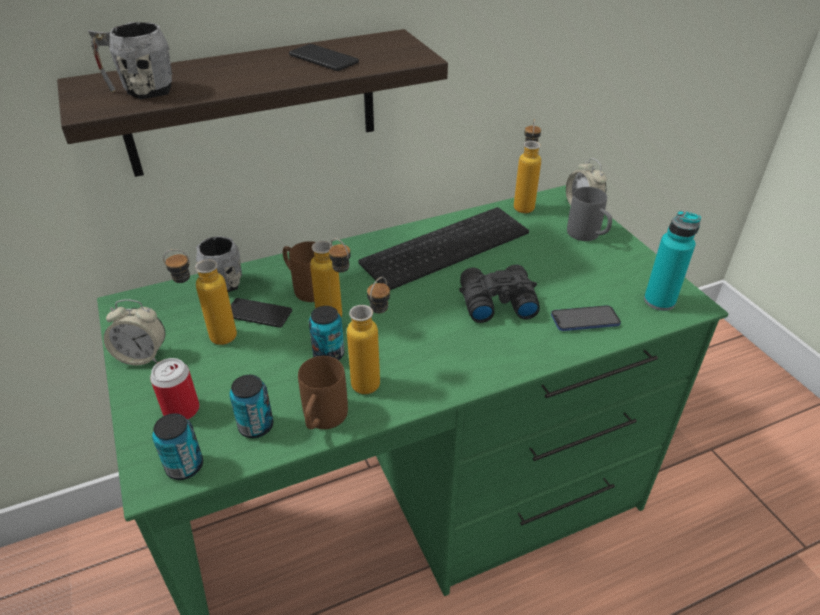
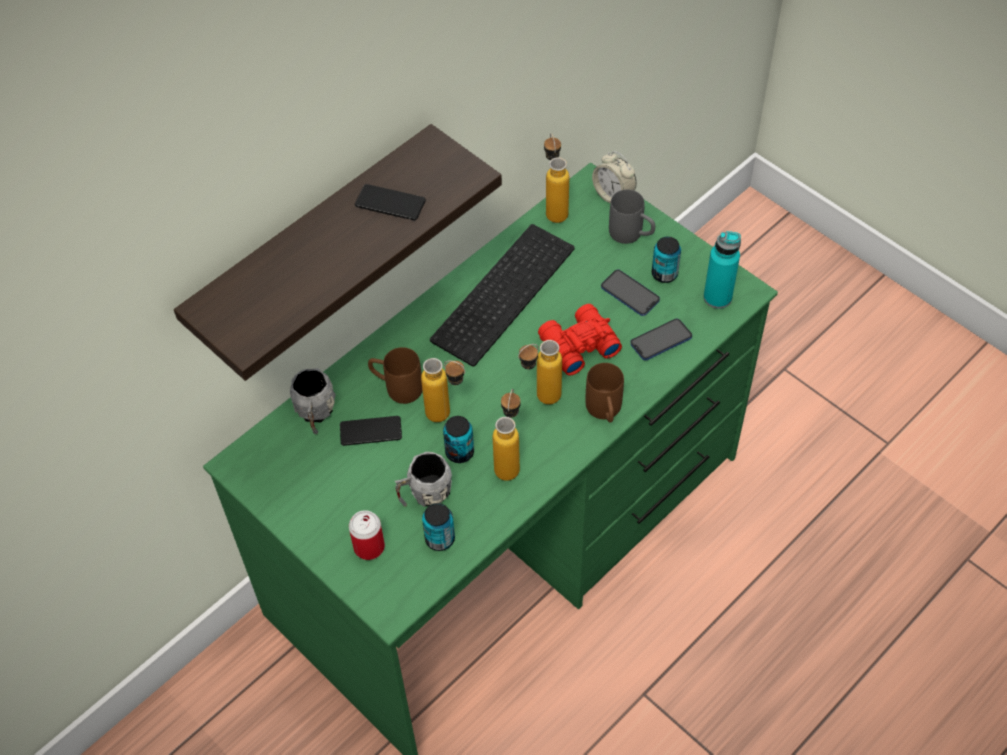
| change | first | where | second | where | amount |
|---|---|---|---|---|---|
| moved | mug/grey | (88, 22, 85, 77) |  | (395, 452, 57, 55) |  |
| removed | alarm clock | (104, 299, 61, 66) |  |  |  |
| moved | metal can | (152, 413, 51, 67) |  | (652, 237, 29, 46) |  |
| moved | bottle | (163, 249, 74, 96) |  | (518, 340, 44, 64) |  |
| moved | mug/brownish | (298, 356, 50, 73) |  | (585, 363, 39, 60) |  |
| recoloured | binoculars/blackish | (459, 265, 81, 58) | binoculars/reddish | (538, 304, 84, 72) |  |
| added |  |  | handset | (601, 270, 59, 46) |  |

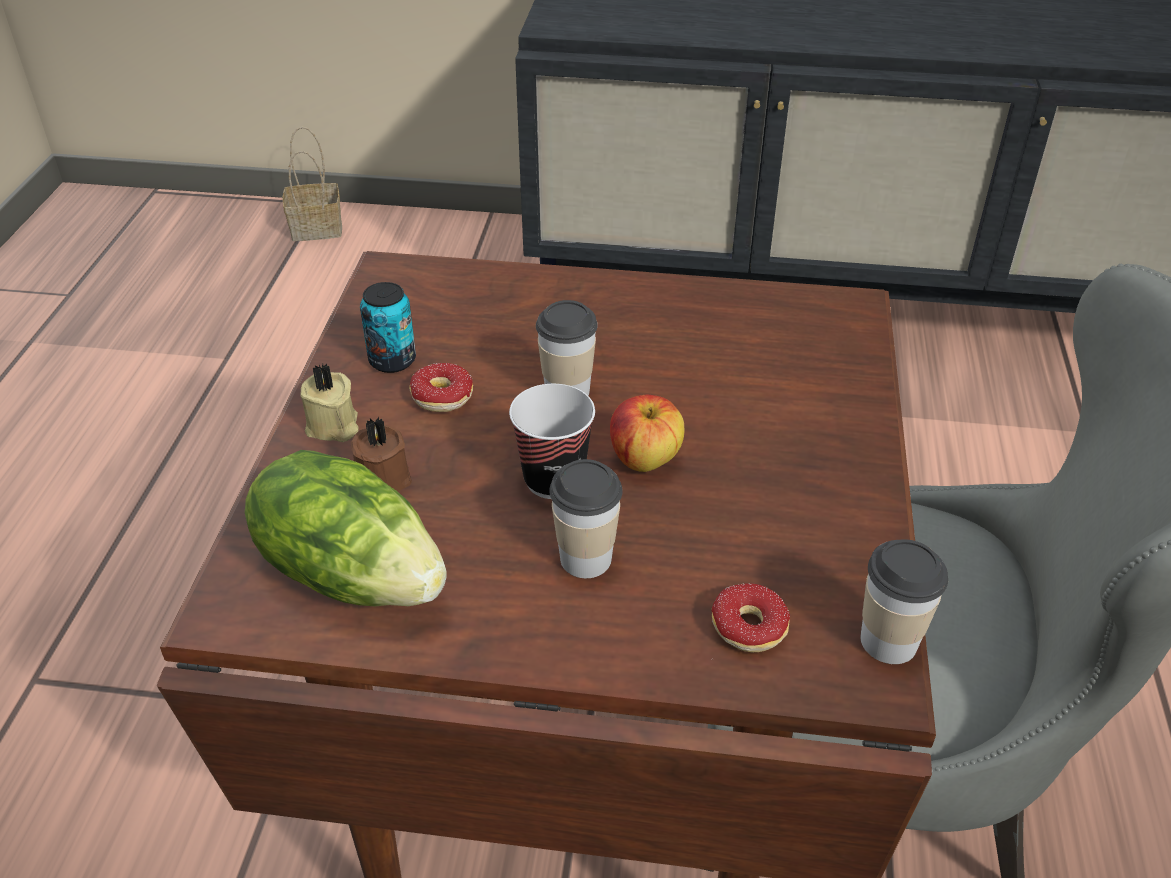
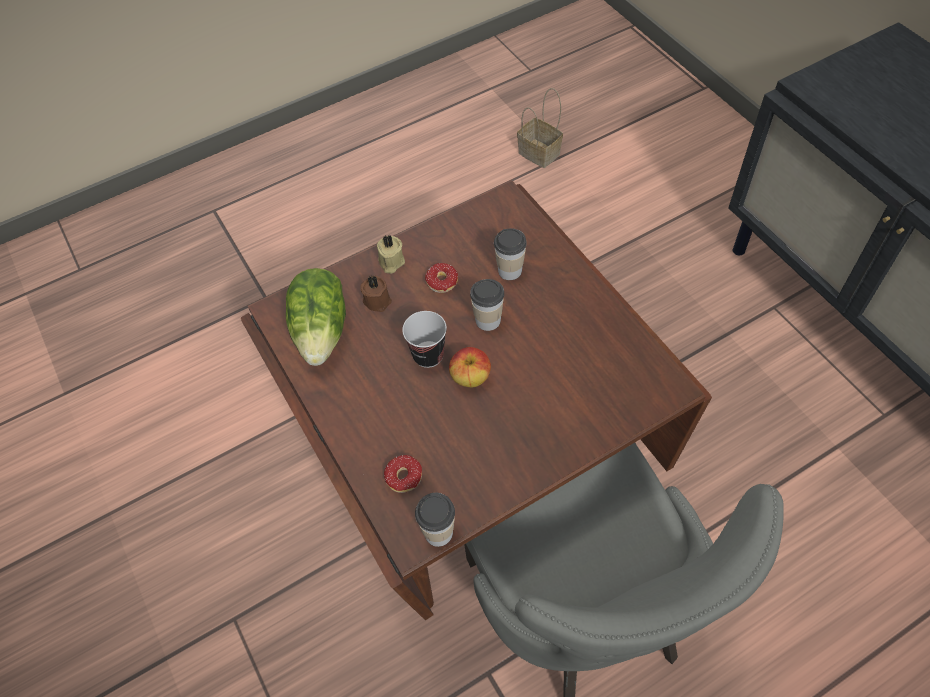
| change | first | where | second | where | amount |
|---|---|---|---|---|---|
| moved | household basket | (283, 126, 59, 115) |  | (517, 88, 46, 80) |  |
| removed | metal can | (360, 282, 56, 91) |  |  |  |
| moved | cup | (549, 459, 74, 119) |  | (494, 228, 33, 52) |  |

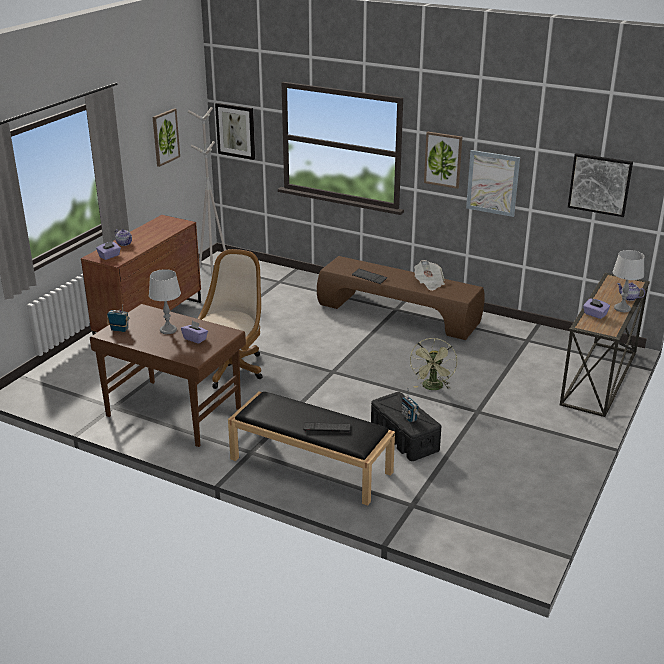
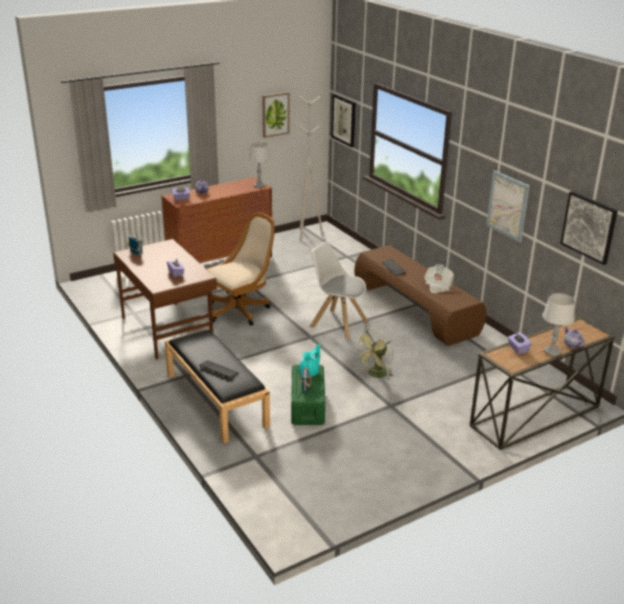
| change | first | where | second | where | amount |
|---|---|---|---|---|---|
| moved | tabletop lamp/grey | (149, 269, 32, 65) |  | (248, 142, 22, 46) |  |
| recoloured | storage bin/blackish | (371, 392, 70, 69) | storage bin/greenish | (291, 365, 34, 60) |  |
| removed | wall picture | (424, 132, 38, 57) |  |  |  |
| added |  |  | tea pot/turquoise-coloured | (299, 344, 21, 32) |  |
| added |  |  | upright chair | (310, 242, 58, 98) |  |

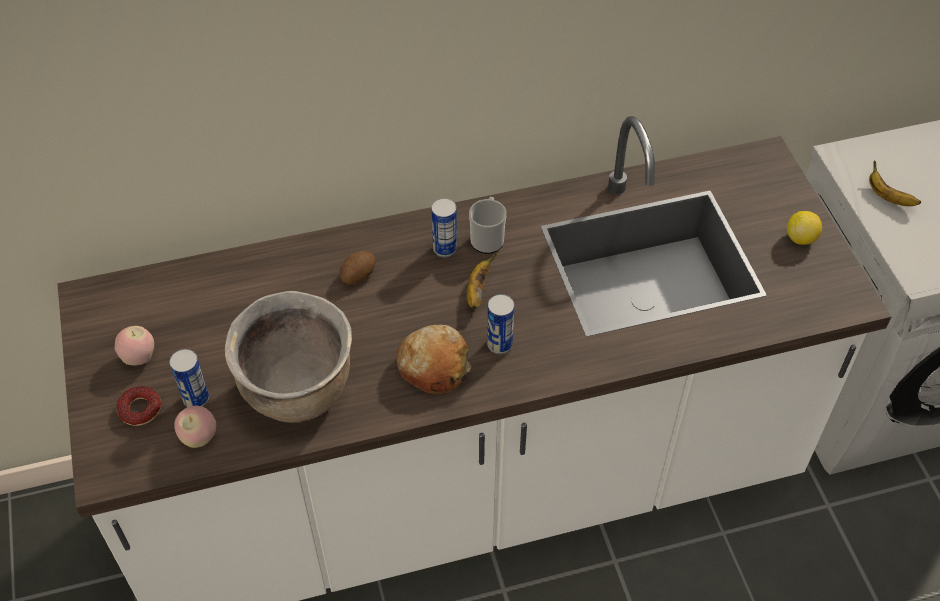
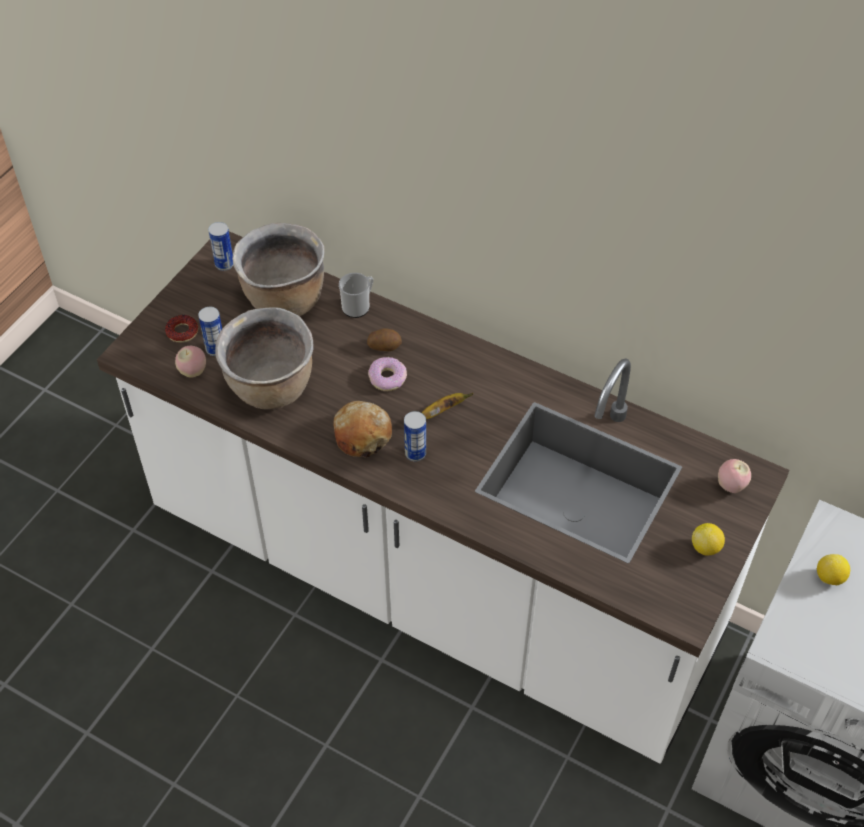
| change | first | where | second | where | amount |
|---|---|---|---|---|---|
| moved | apple | (115, 326, 39, 40) |  | (718, 459, 33, 34) |  |
| moved | metal can | (431, 198, 26, 59) |  | (208, 222, 25, 49) |  |
| moved | mug | (469, 197, 38, 57) |  | (339, 273, 35, 45) |  |
| replaced | whole banana | (869, 160, 52, 46) | whole lemon | (817, 554, 33, 31) |  |
| added |  |  | cooking pot/brownish | (232, 223, 93, 93) |  |
| added |  |  | doughnut | (368, 357, 39, 34) |  |

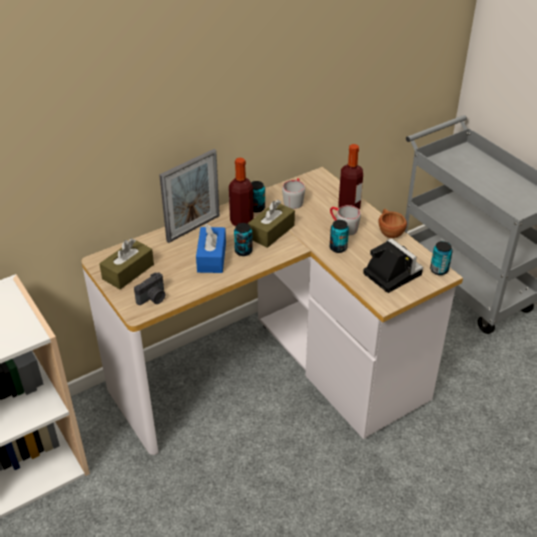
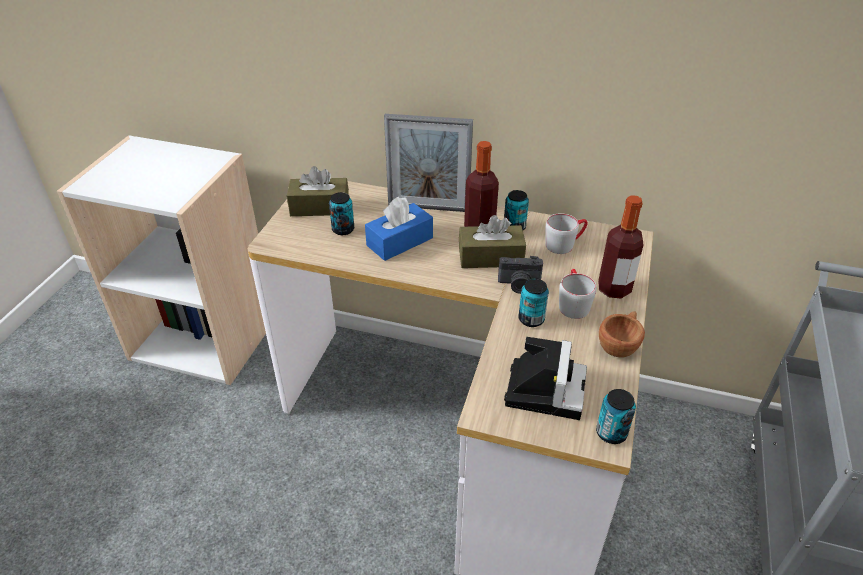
| change | first | where | second | where | amount |
|---|---|---|---|---|---|
| moved | photo camera | (134, 273, 31, 32) |  | (498, 256, 45, 38) |  |
| moved | metal can | (234, 223, 19, 33) |  | (329, 192, 25, 43) |  |

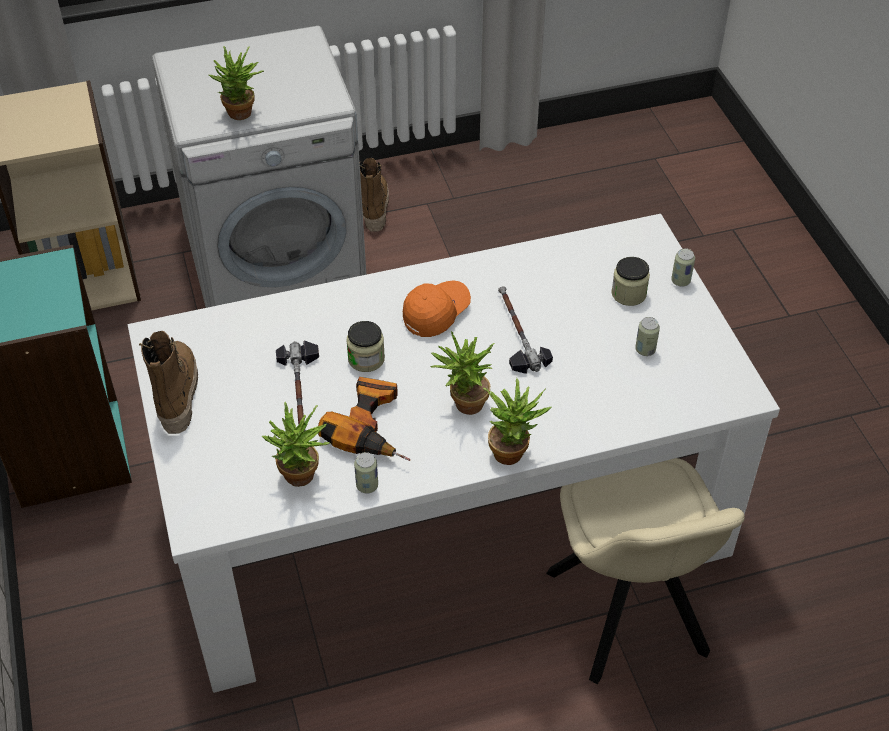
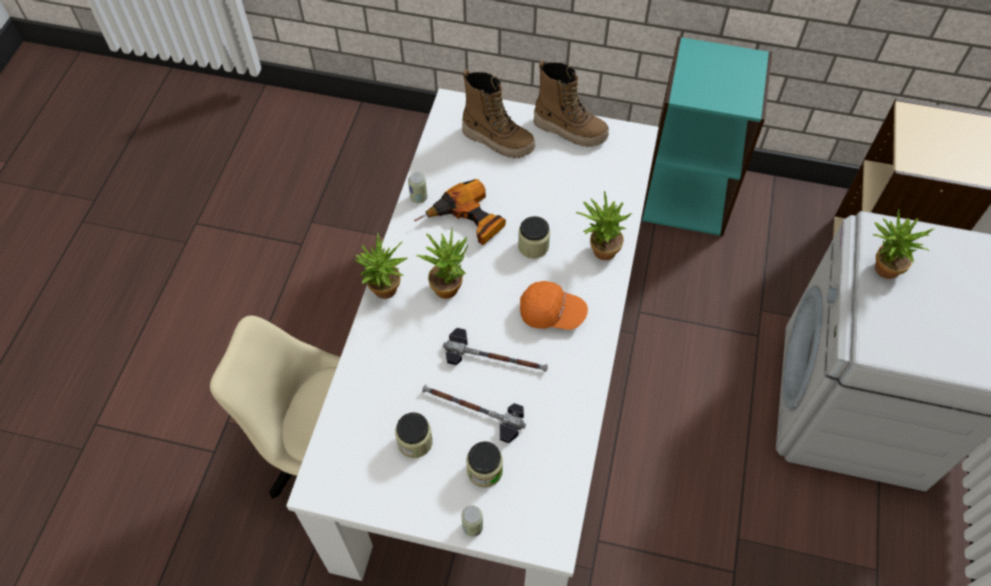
| change | first | where | second | where | amount |
|---|---|---|---|---|---|
| moved | plant in a pot | (262, 402, 68, 85) |  | (576, 191, 57, 69) |  |
| moved | tool hammer | (276, 340, 43, 92) |  | (422, 385, 104, 58) |  |
| moved | high-top boot | (360, 158, 29, 74) |  | (462, 69, 73, 89) |  |
| turned | peaked cap/orangey | (403, 280, 68, 57) |  | (520, 281, 68, 49) | 60 degrees counterclockwise |
| replaced | metal can | (635, 317, 25, 39) | jar | (395, 412, 38, 46) |  |

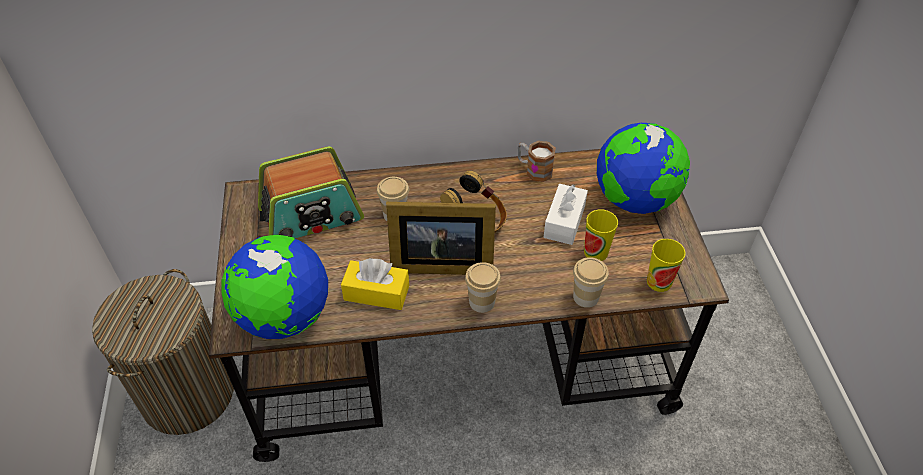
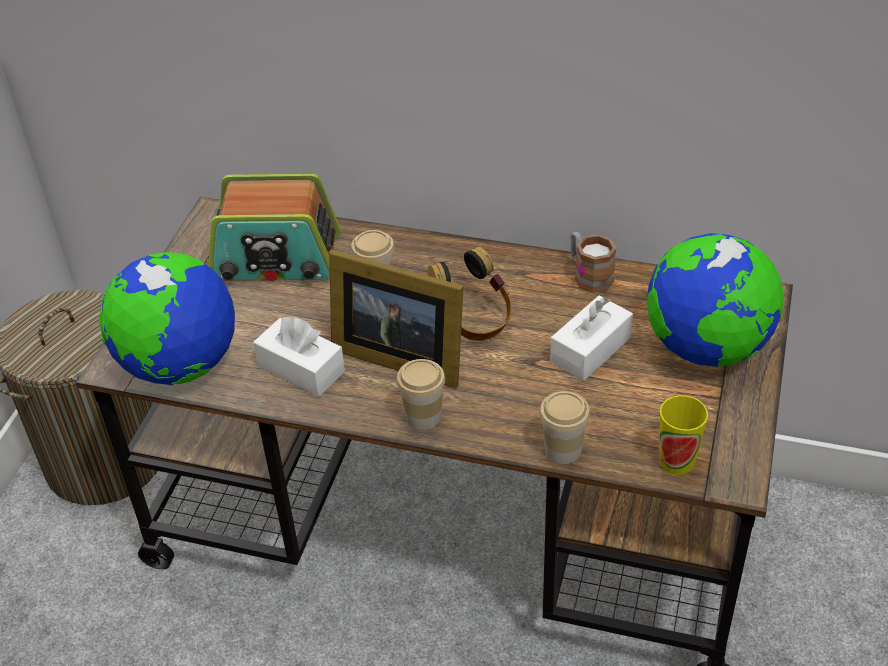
| change | first | where | second | where | amount |
|---|---|---|---|---|---|
| recoloured | tissue holder/yellow | (341, 258, 68, 52) | tissue holder/white-coloured | (253, 317, 92, 80) |  |
| removed | cup | (584, 209, 34, 52) |  |  |  |

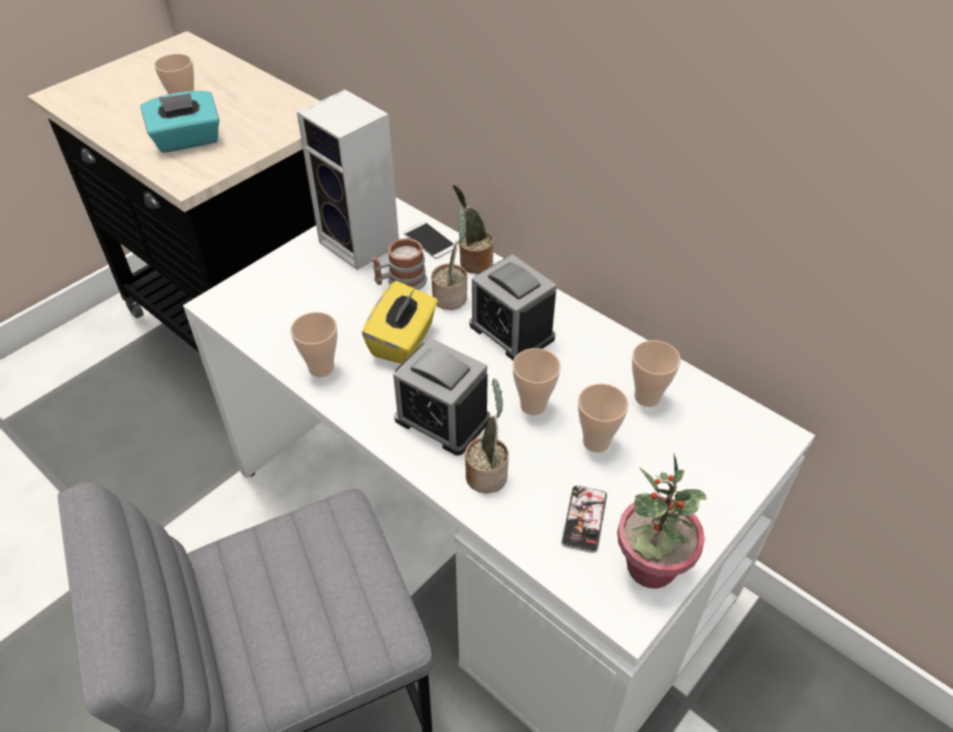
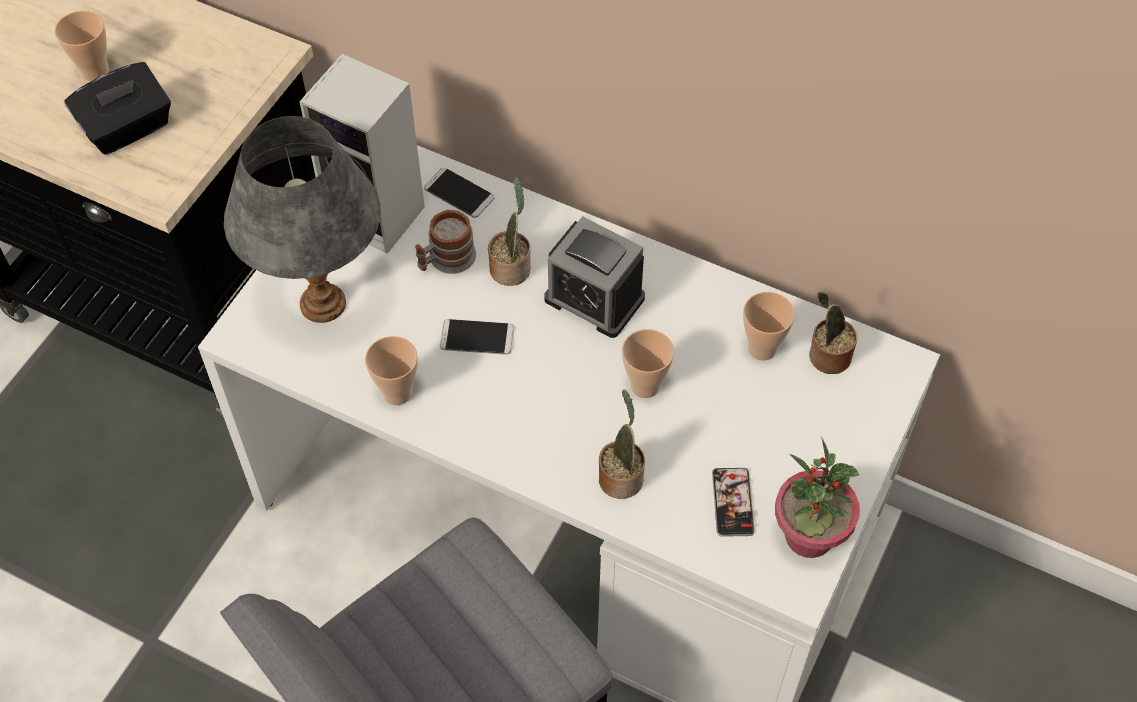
| change | first | where | second | where | amount |
|---|---|---|---|---|---|
| recoloured | tissue holder/turquoise-coloured | (140, 91, 79, 62) | tissue holder/blackish | (64, 62, 107, 93) |  |
| replaced | tissue holder/yellow | (362, 281, 76, 83) | handset | (440, 319, 74, 36) |  |
| removed | alarm clock | (393, 338, 98, 118) |  |  |  |
| moved | plant in a pot | (453, 185, 40, 89) |  | (809, 292, 48, 82) |  |
| removed | cup | (578, 384, 51, 69) |  |  |  |
| added |  |  | tabletop lamp/grey | (224, 116, 157, 207) |  |

